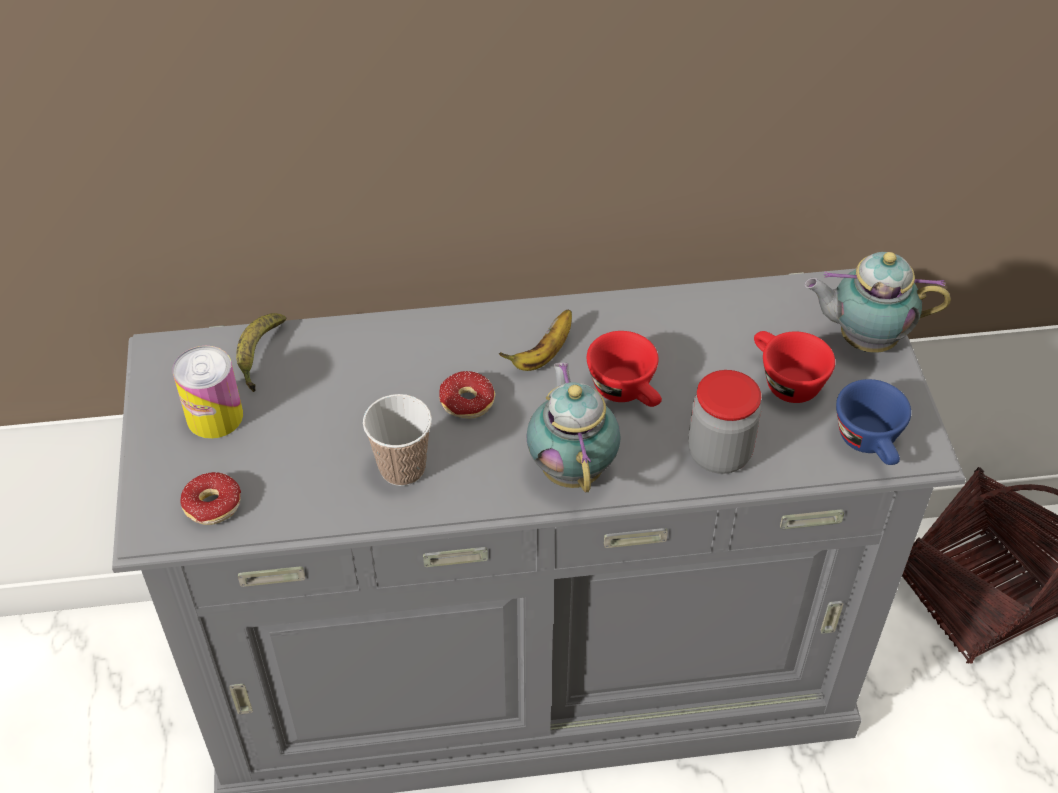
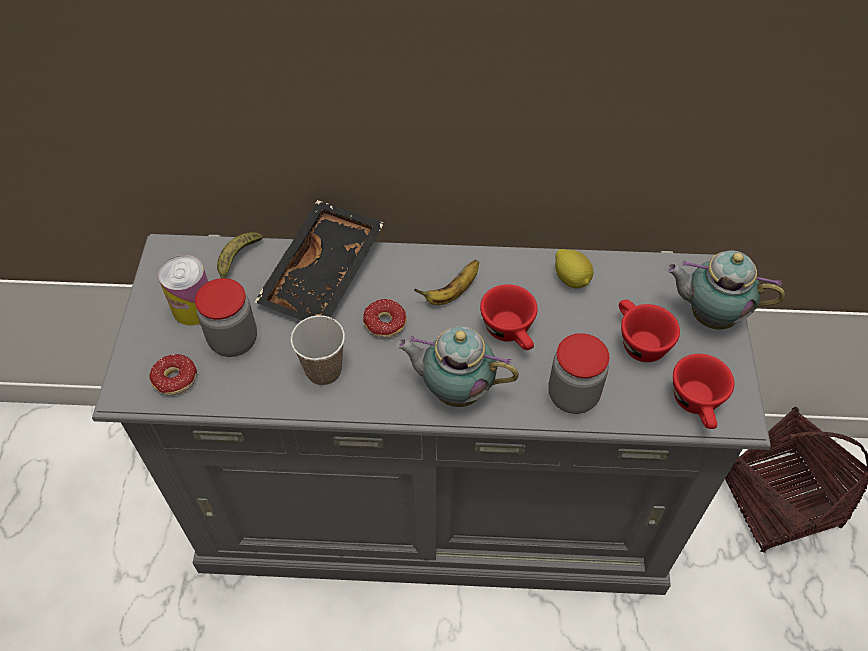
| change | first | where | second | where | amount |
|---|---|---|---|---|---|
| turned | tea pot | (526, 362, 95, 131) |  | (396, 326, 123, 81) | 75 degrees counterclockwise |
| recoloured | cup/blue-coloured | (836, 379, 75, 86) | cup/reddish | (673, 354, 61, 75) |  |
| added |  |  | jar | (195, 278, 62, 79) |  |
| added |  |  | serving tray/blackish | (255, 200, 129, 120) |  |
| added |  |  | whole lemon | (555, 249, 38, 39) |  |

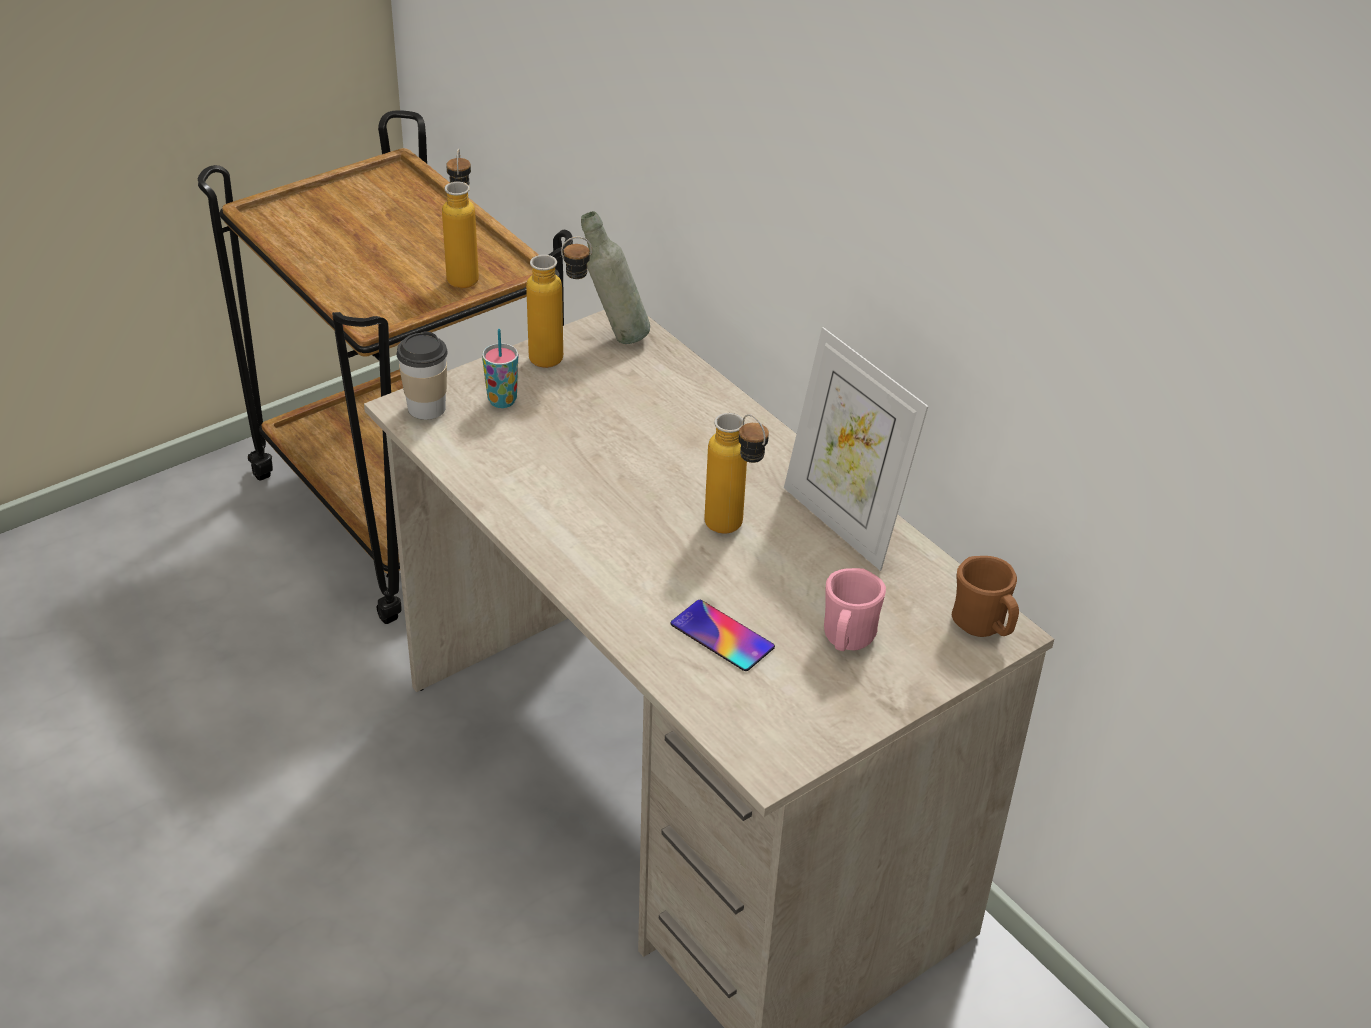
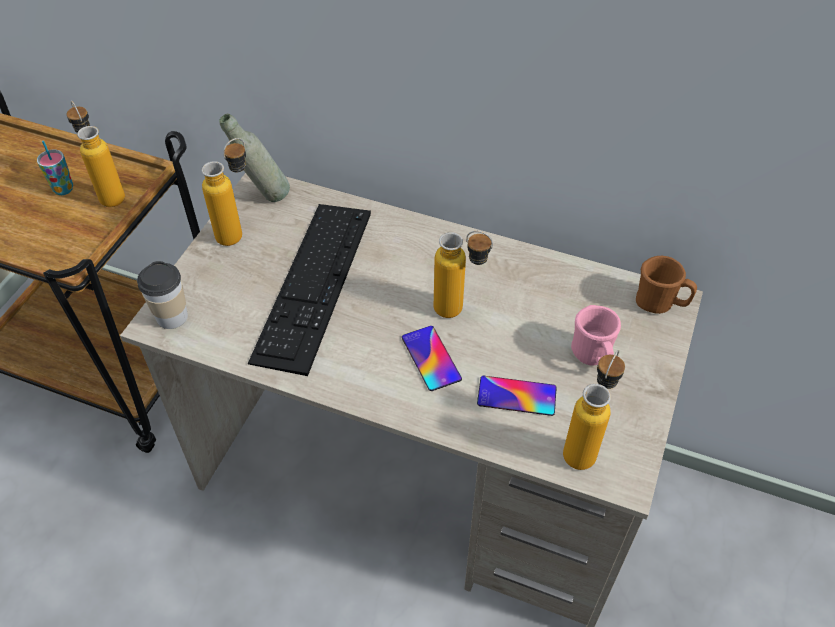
| change | first | where | second | where | amount |
|---|---|---|---|---|---|
| moved | cup | (482, 329, 36, 79) |  | (37, 141, 36, 54) |  |
| removed | standing frame | (784, 327, 144, 244) |  |  |  |
| added |  |  | computer keyboard | (248, 204, 123, 172) |  |
| added |  |  | handset | (402, 326, 60, 65) |  |
| added |  |  | bottle | (563, 350, 62, 120) |  |

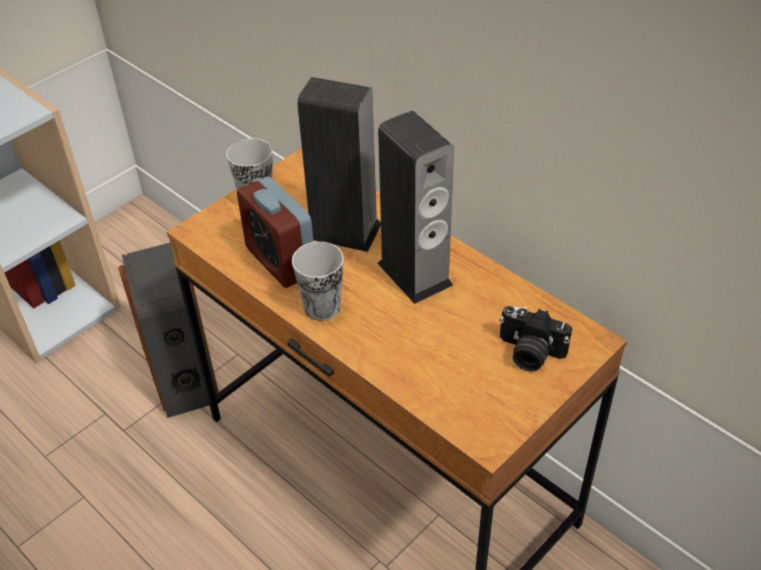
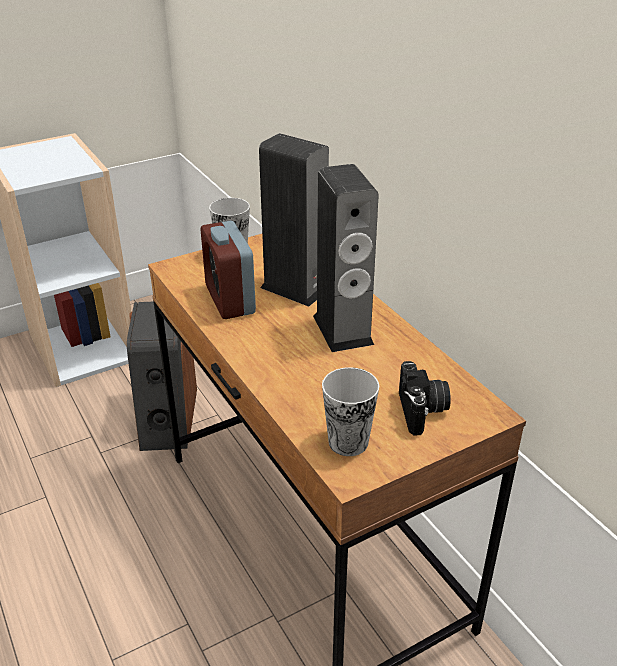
| change | first | where | second | where | amount |
|---|---|---|---|---|---|
| moved | cup | (292, 242, 52, 79) |  | (322, 367, 57, 89) |  |
| turned | photo camera | (499, 306, 73, 66) |  | (399, 361, 52, 75) | 135 degrees counterclockwise |

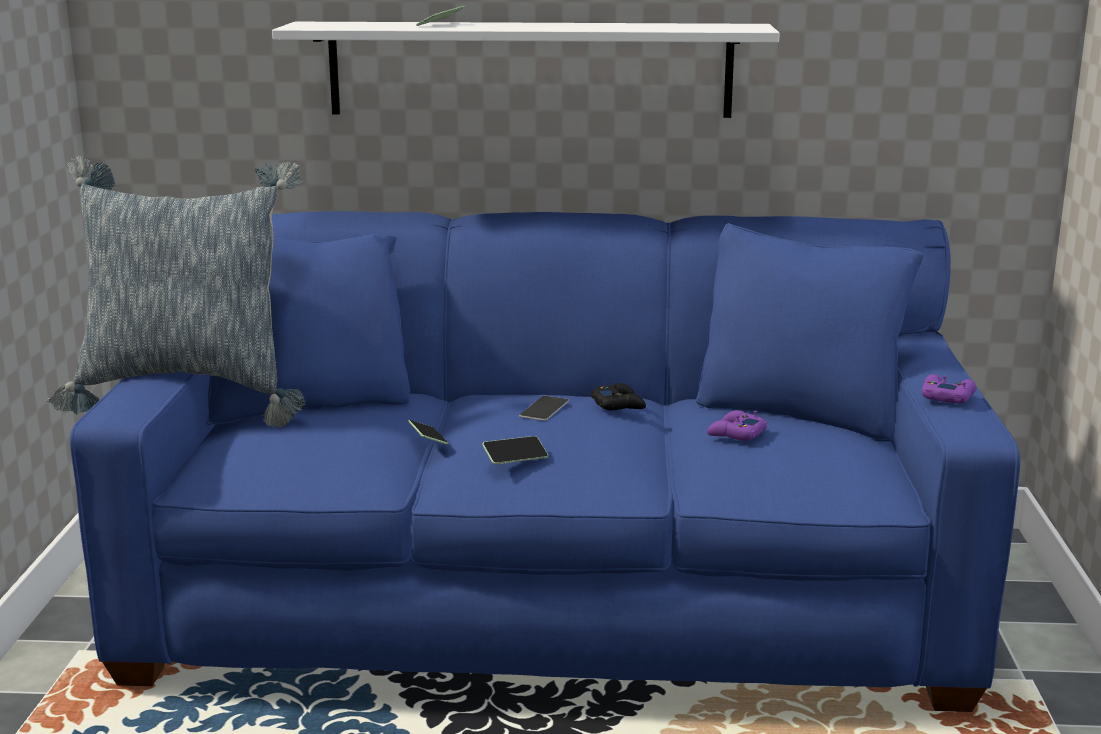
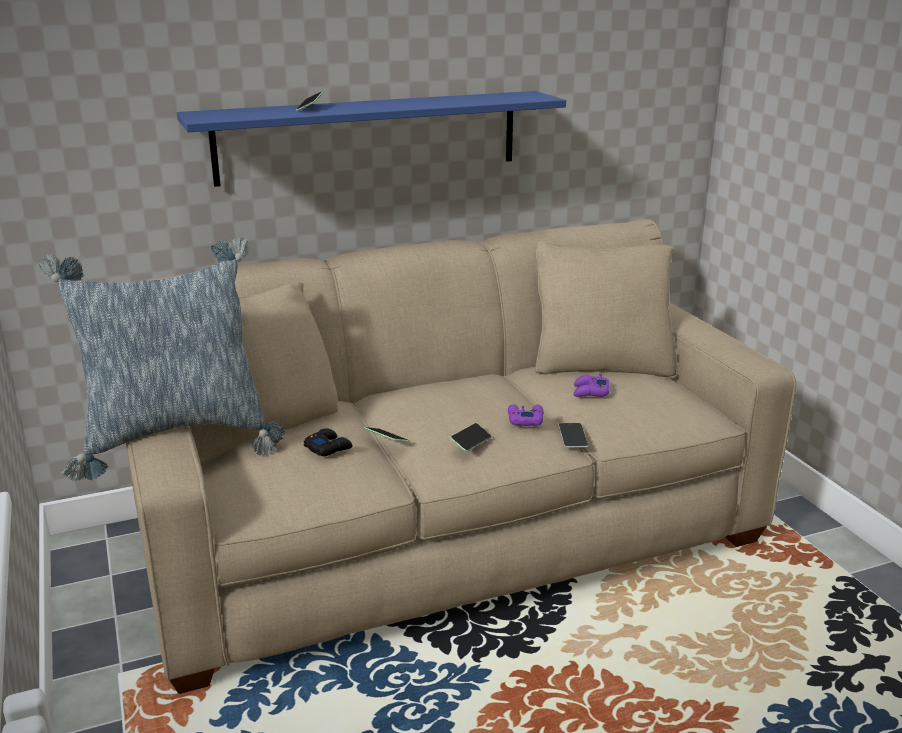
| change | first | where | second | where | amount |
|---|---|---|---|---|---|
| recoloured | couch/blue-coloured | (70, 211, 950, 501) | couch/beige-coloured | (125, 219, 671, 475) |  |
| recoloured | wall shelf/white-coloured | (272, 22, 508, 96) | wall shelf/blue-coloured | (177, 91, 389, 96) |  |
| moved | handset | (519, 396, 50, 25) |  | (558, 423, 31, 25) |  |
| moved | joypad/blackish | (591, 383, 55, 27) |  | (304, 428, 49, 28) |  |
| moved | joypad/purplish | (922, 374, 54, 30) |  | (508, 404, 36, 22) |  |

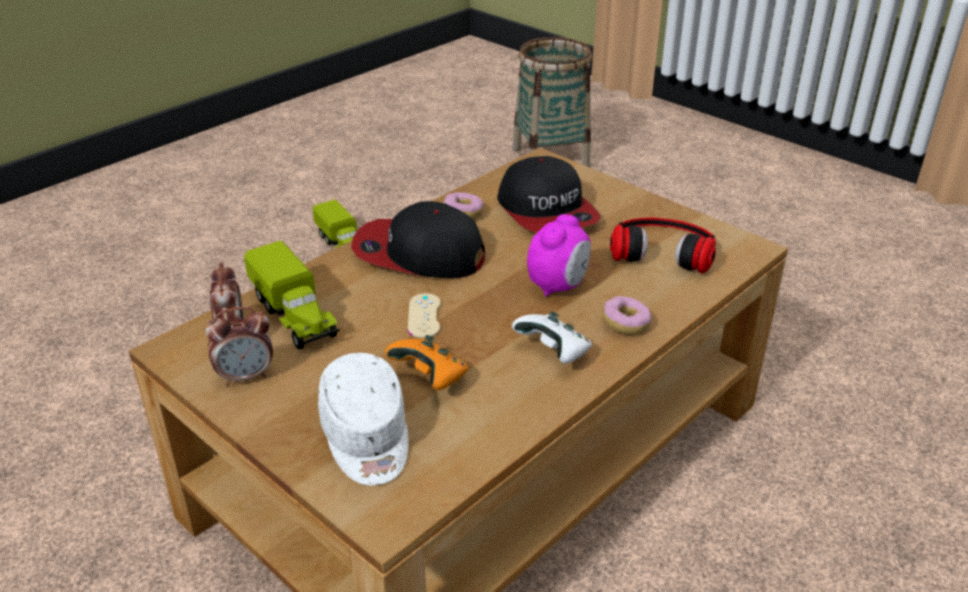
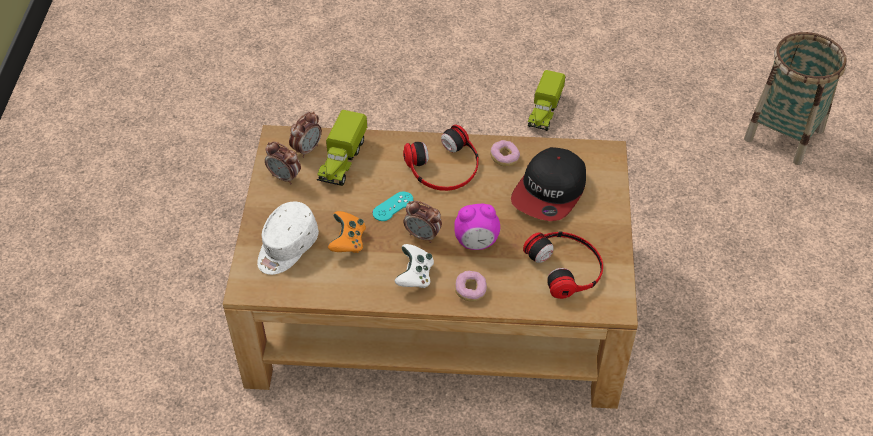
| change | first | where | second | where | amount |
|---|---|---|---|---|---|
| replaced | peaked cap | (351, 201, 134, 77) | headphones | (403, 125, 76, 66) |  |
| recoloured | joypad/beige-coloured | (408, 293, 33, 45) | joypad/turquoise-coloured | (373, 192, 40, 29) |  |
| added |  |  | alarm clock | (403, 201, 39, 42) |  |

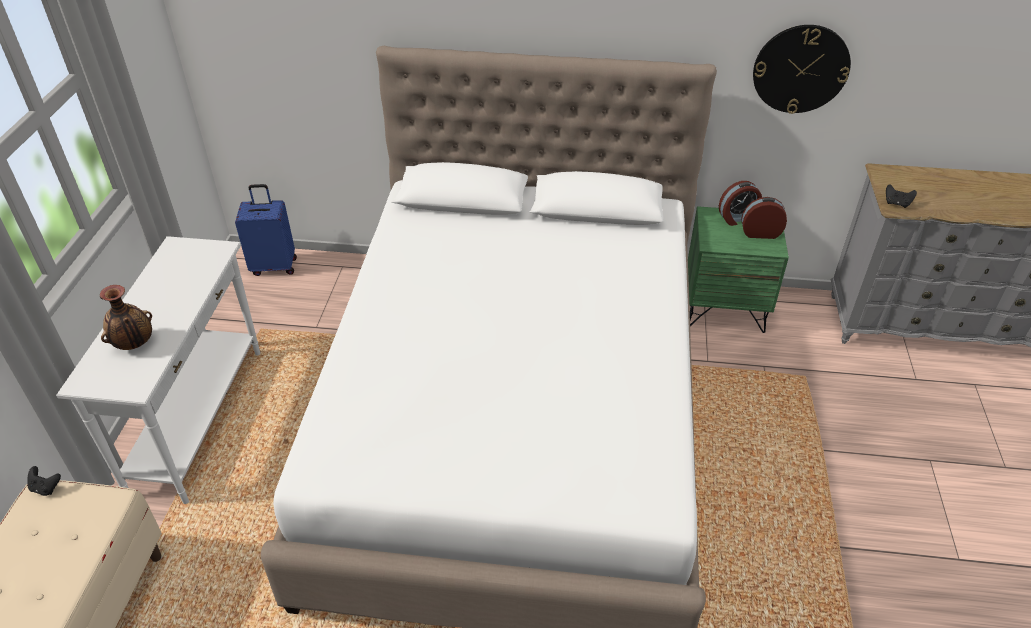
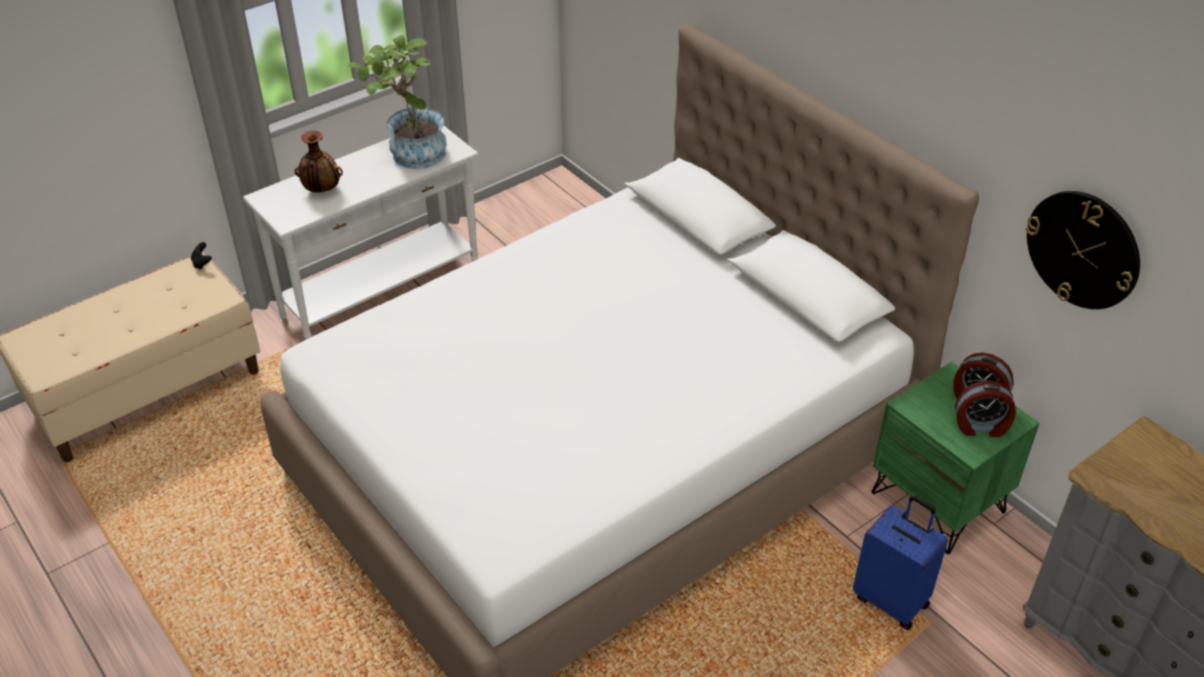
| change | first | where | second | where | amount |
|---|---|---|---|---|---|
| moved | piece of luggage/blue-coloured | (235, 184, 62, 92) |  | (853, 496, 95, 134) |  |
| turned | alarm clock | (742, 197, 45, 42) |  | (955, 381, 61, 56) | 135 degrees clockwise |
| removed | joypad/blackish | (886, 184, 31, 24) |  |  |  |
| added |  |  | plant in a pot | (348, 35, 99, 134) |  |

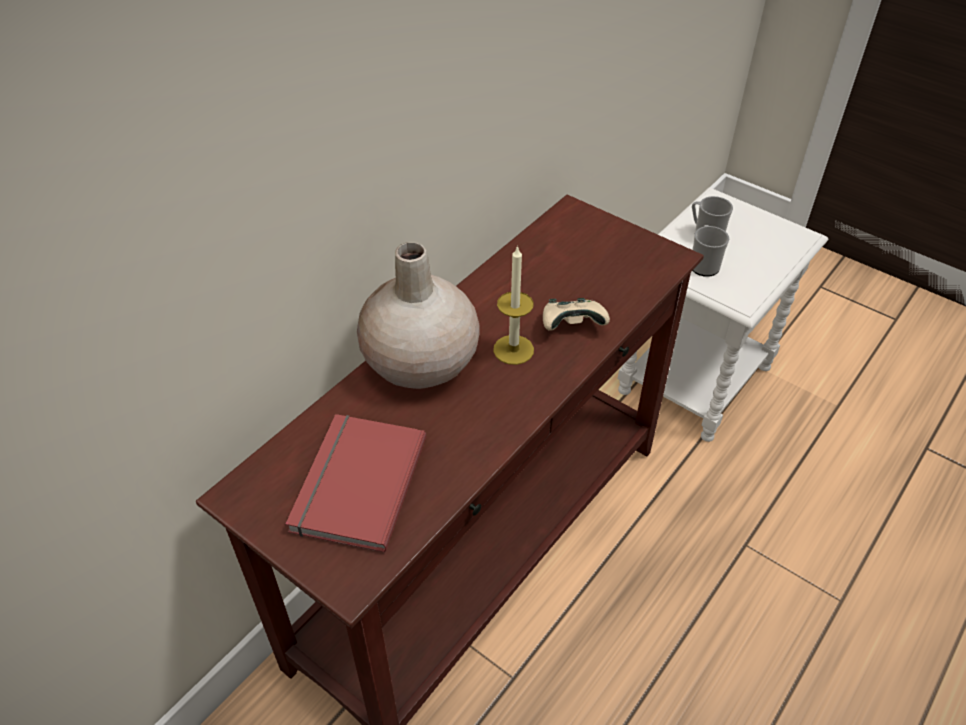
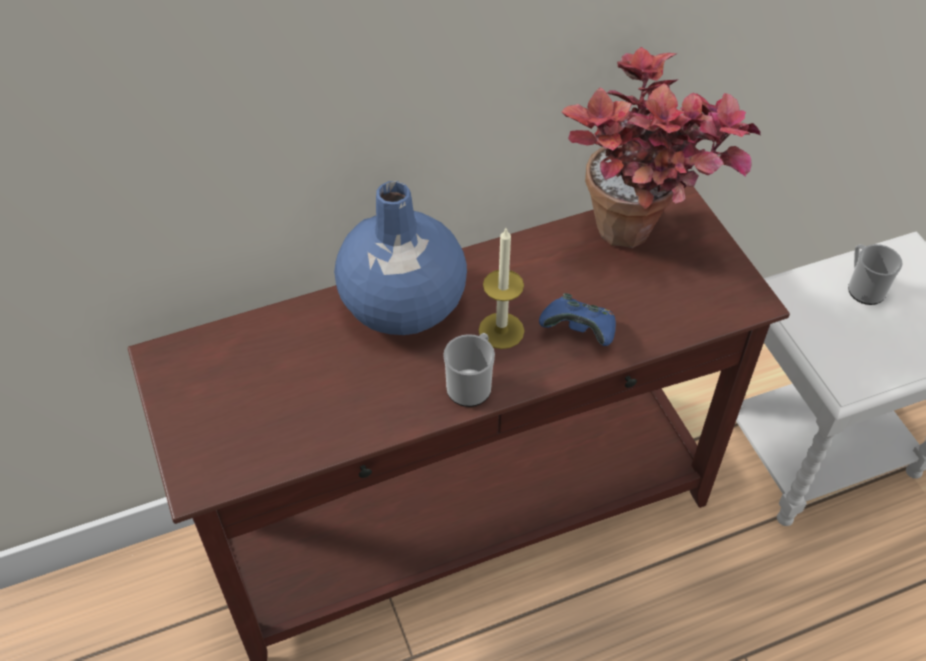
| change | first | where | second | where | amount |
|---|---|---|---|---|---|
| removed | volume/reddish | (286, 414, 140, 139) |  |  |  |
| recoloured | decorative vase/beige-coloured | (357, 242, 123, 147) | decorative vase/blue-coloured | (334, 181, 133, 154) |  |
| recoloured | joypad/beige-coloured | (543, 298, 67, 33) | joypad/blue-coloured | (539, 293, 77, 53) |  |
| moved | mug | (692, 225, 37, 52) |  | (443, 333, 52, 74) |  |
| added |  |  | plant in a pot | (562, 47, 200, 201) |  |

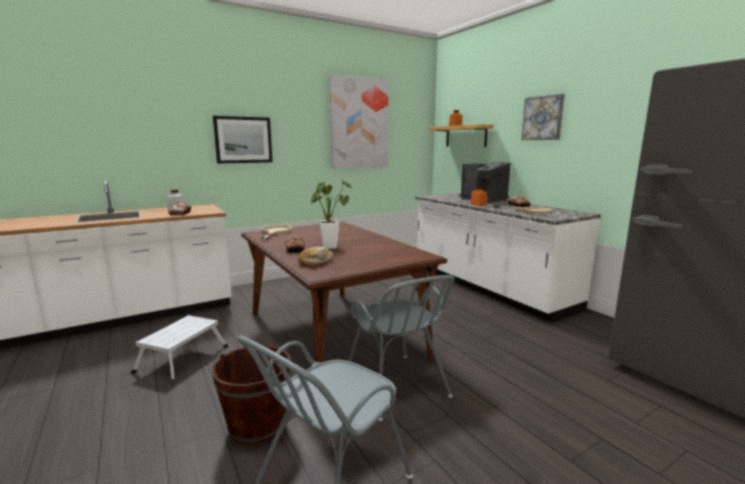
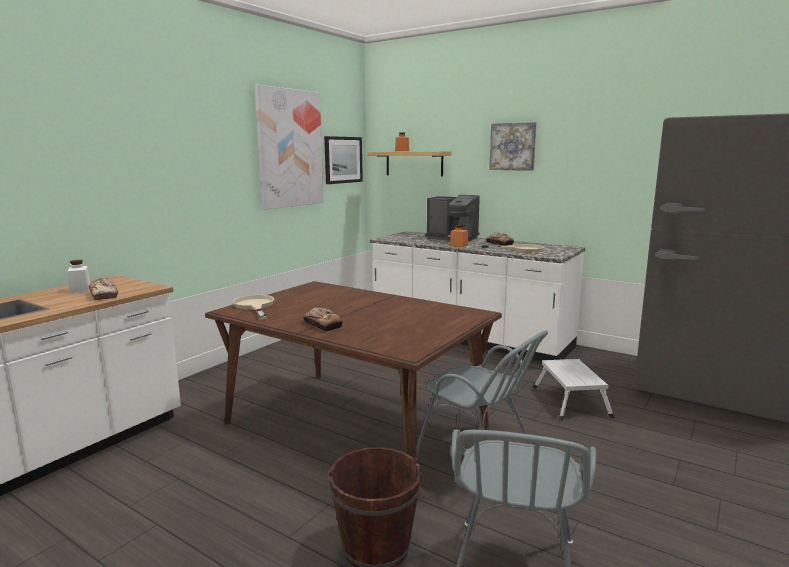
| change | first | where | second | where | amount |
|---|---|---|---|---|---|
| moved | step stool/white-coloured | (131, 315, 98, 70) |  | (533, 359, 82, 62) |  |
| moved | wall picture | (213, 116, 59, 48) |  | (324, 136, 39, 48) |  |
| removed | bread | (298, 247, 36, 19) |  |  |  |
| removed | plant in a pot | (311, 180, 41, 69) |  |  |  |

